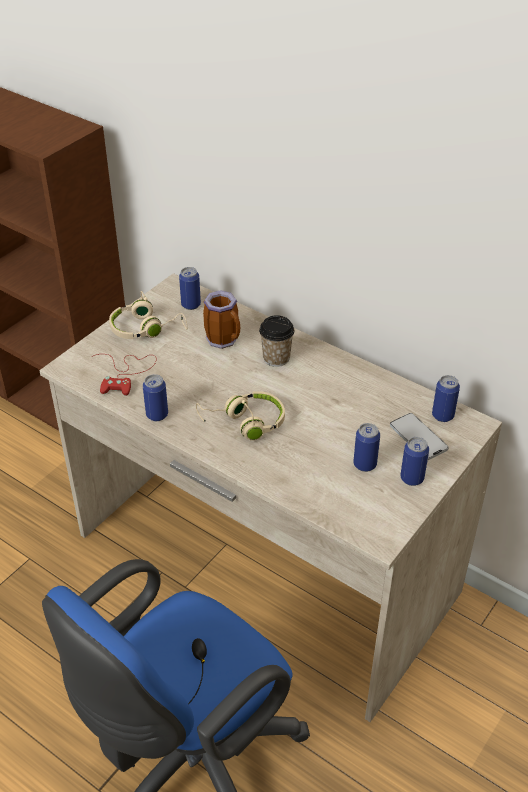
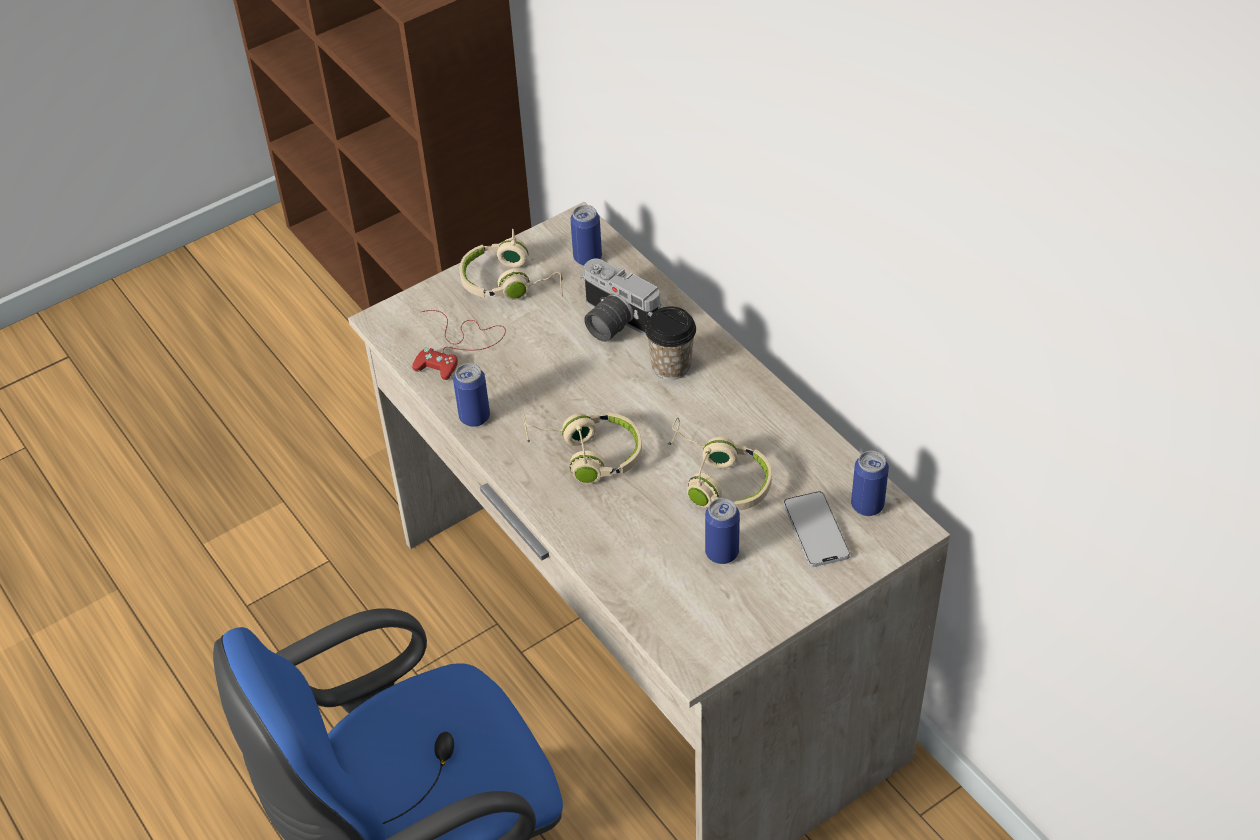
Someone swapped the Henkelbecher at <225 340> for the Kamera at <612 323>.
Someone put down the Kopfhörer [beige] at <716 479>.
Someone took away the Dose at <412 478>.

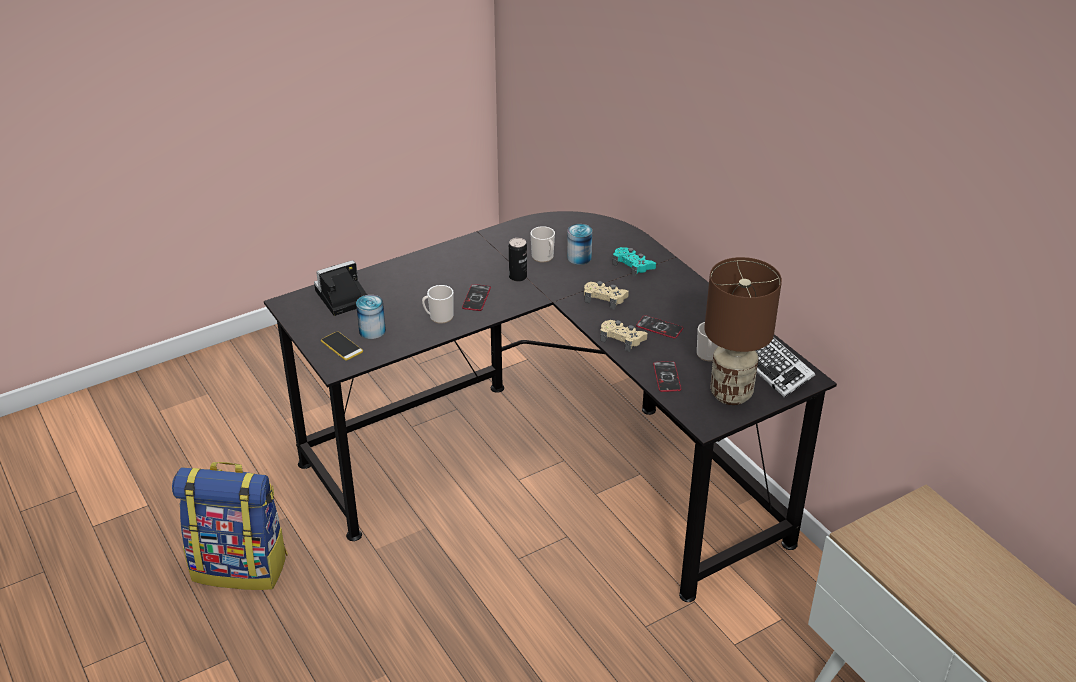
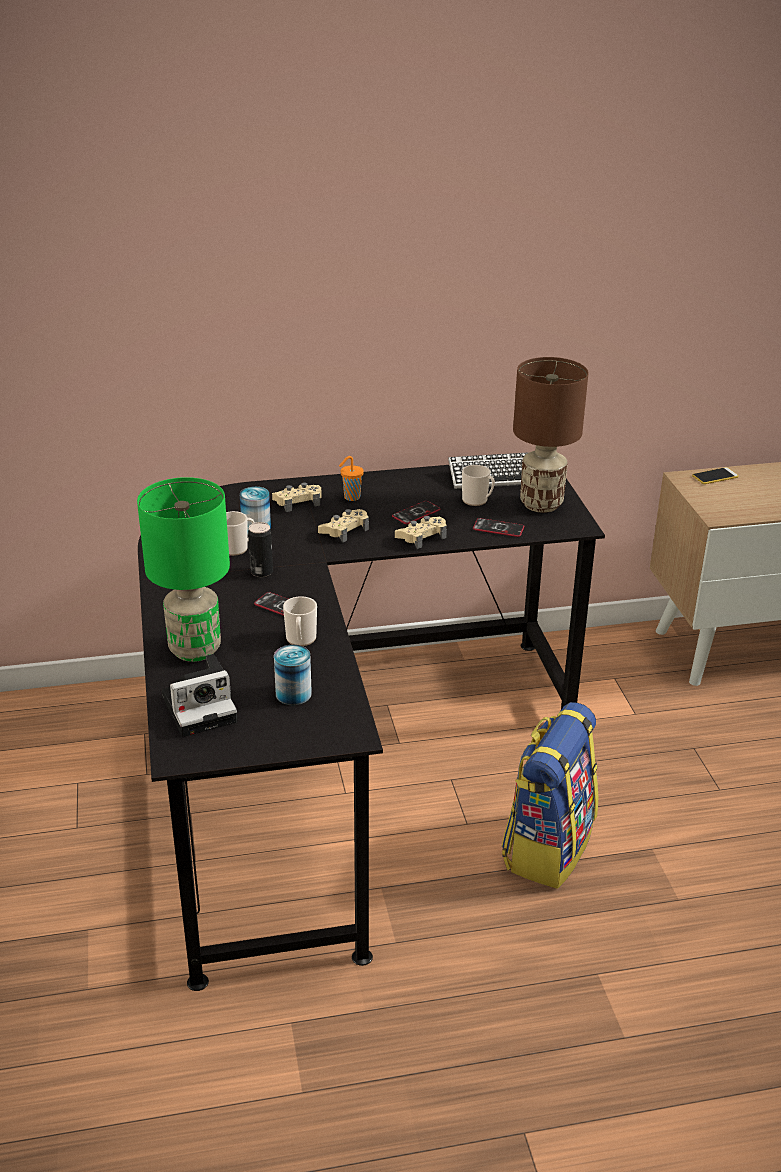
Someone put down the Tischlampe [grün] at <196 649>.
Someone rotated the Kamera at <340 298> by 105 degrees counterclockwise.
Someone repainted the Gamepad [türkis] at <633 266>, which became the Gamepad [beige] at <298 502>.
Someone put down the Tasse [orange] at <351 497>.
Someone carried the Rucksack from <241 566> to <547 846>.
Someone carried the Handy from <341 346> to <715 476>.

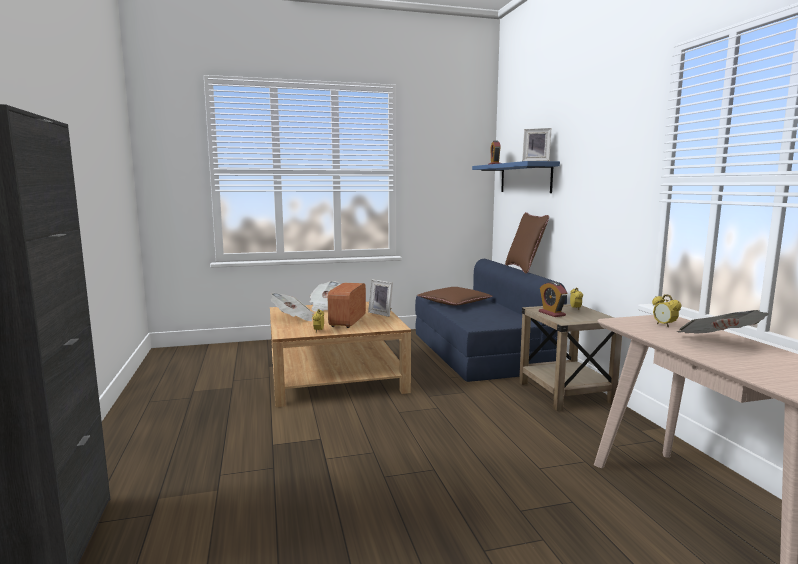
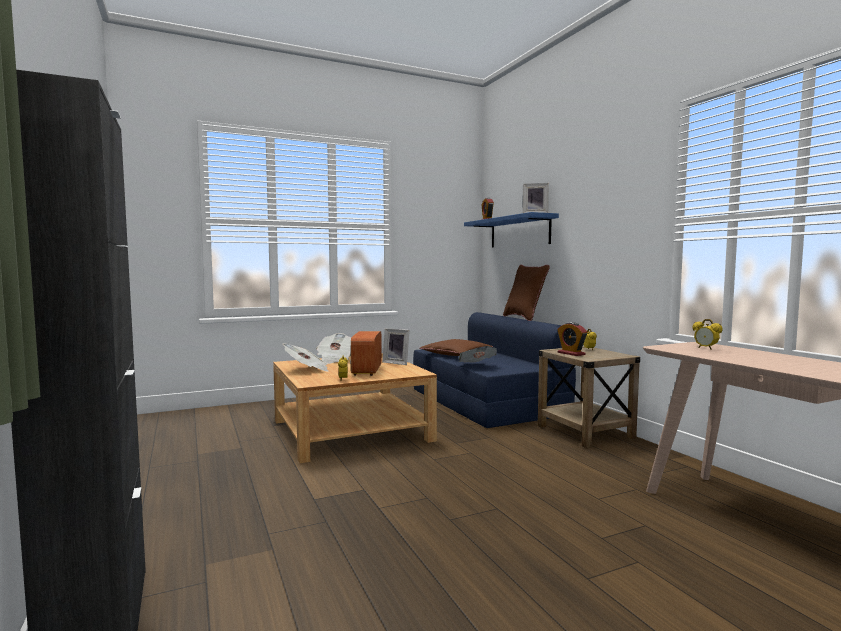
Someone carried the Zeitung from <717 343> to <477 366>.

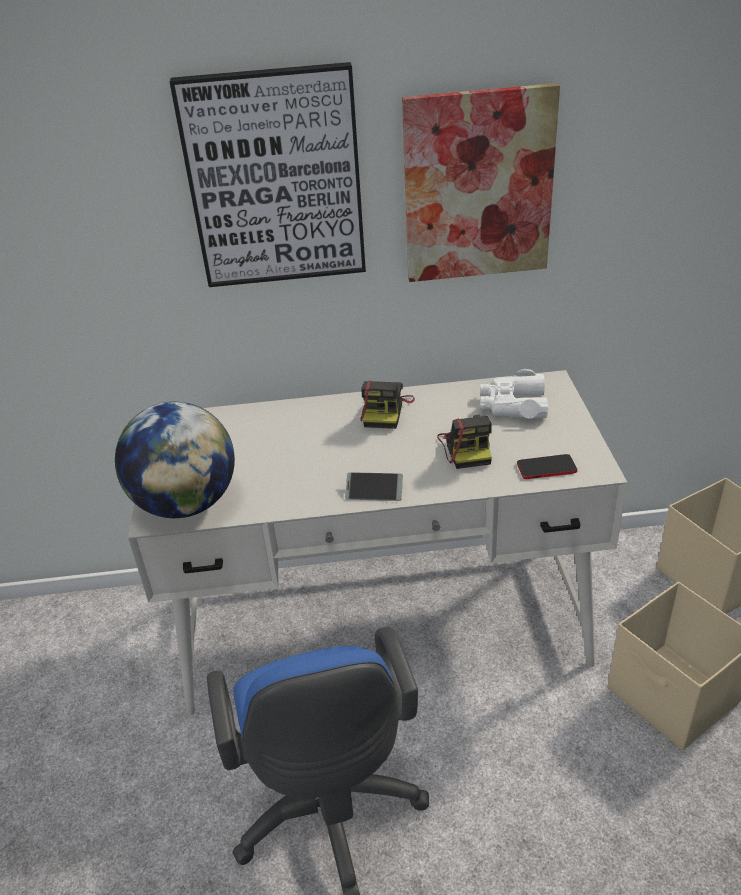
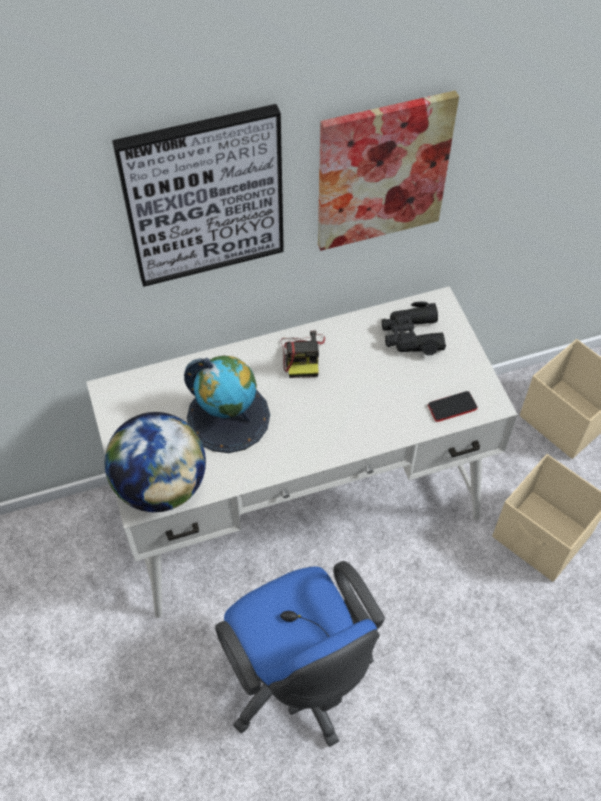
Someone put down the Globus at <228 416>.
Someone repainted the Fernglas [weiß] at <513 404>, which became the Fernglas [schwarz] at <412 335>.
Someone took away the Handy at <374 491>.
Someone took away the Kamera at <467 448>.

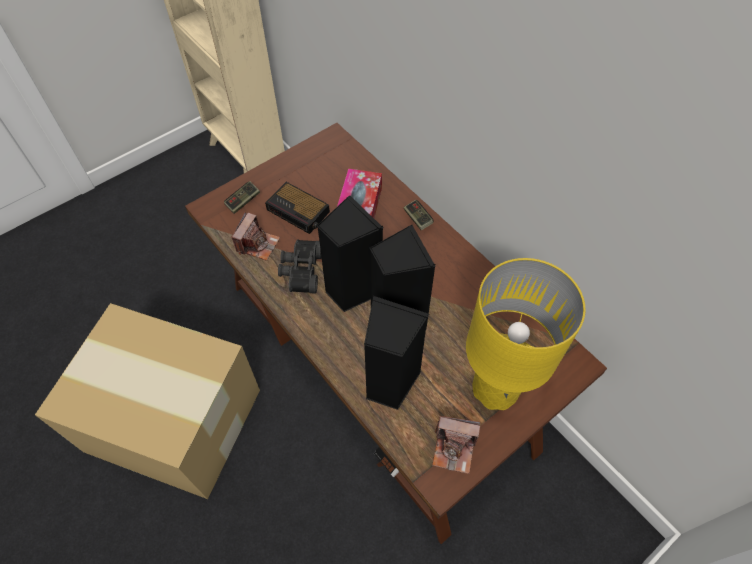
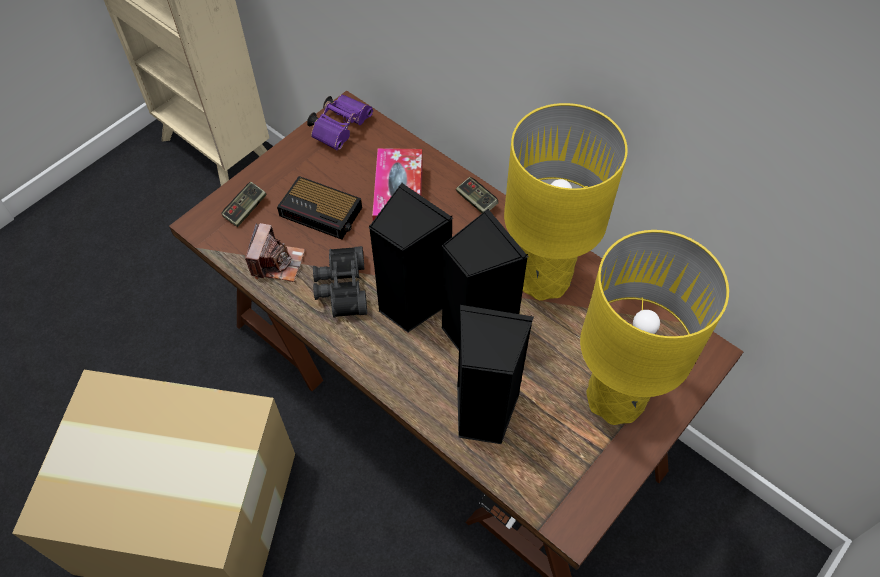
Someone put down the Fernglas [lila] at <341 128>.
Someone put down the Tischlampe [gelb] at <543 279>.
Someone took away the Kamera at <454 449>.

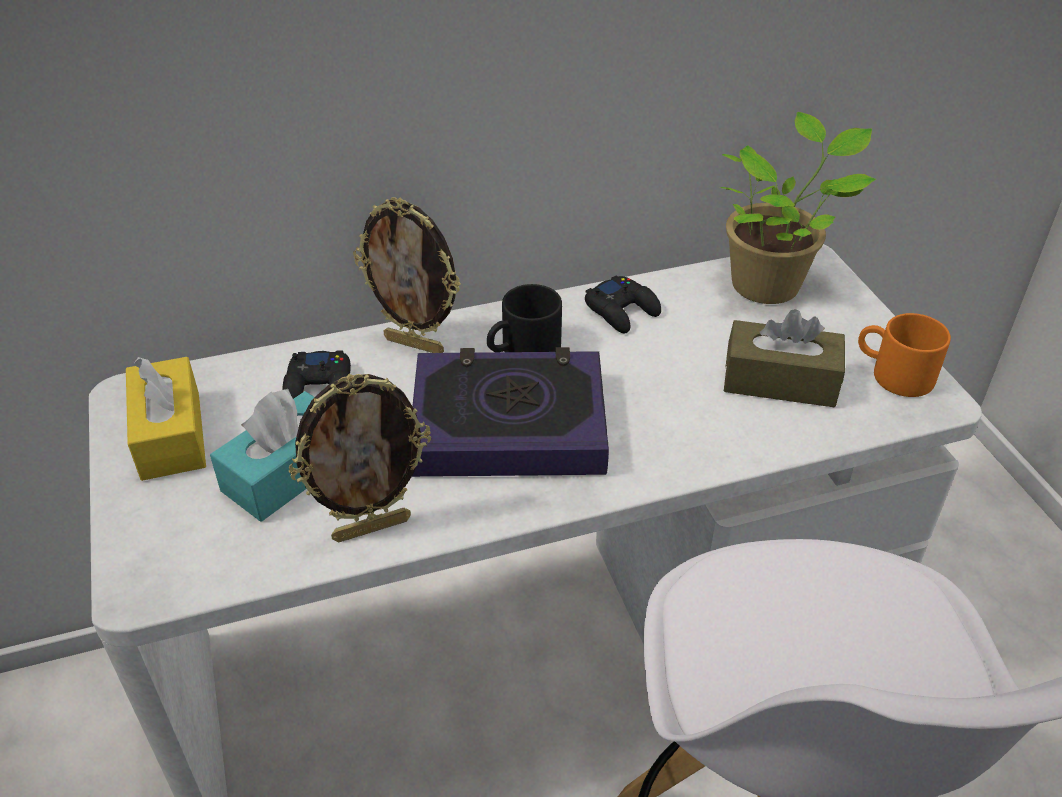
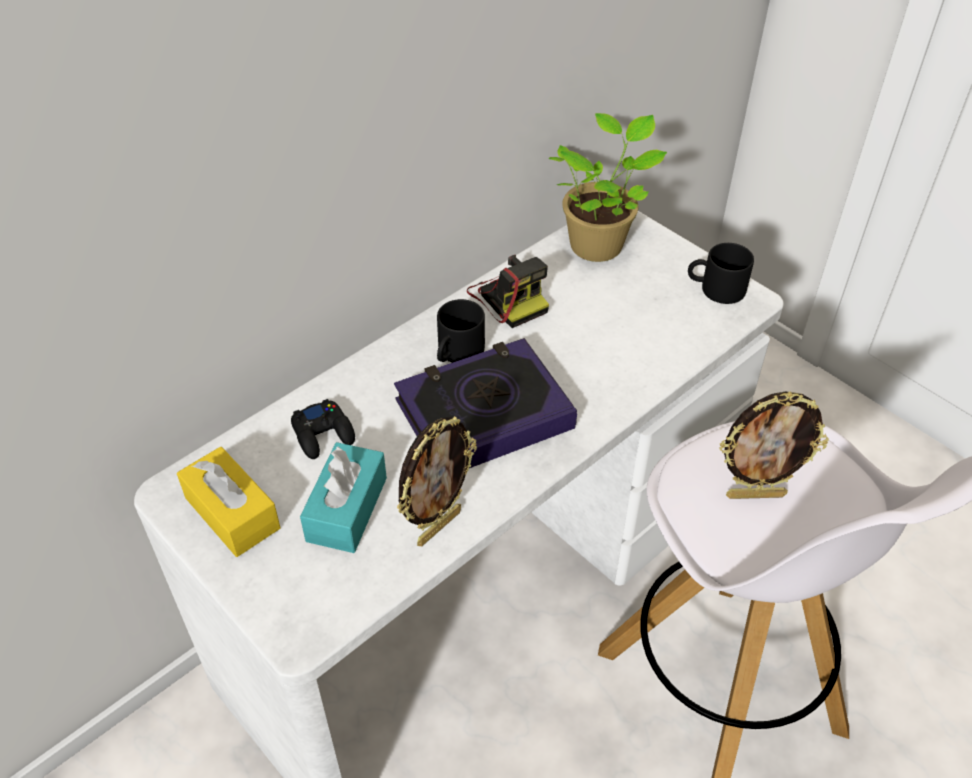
Someone swapped the Gamepad [schwarz] at <622 311> for the Kamera at <508 298>.
Someone repainted the Henkelbecher [orange] at <892 374>, which became the Henkelbecher [schwarz] at <715 289>.
Someone carried the Bilderrahmen from <415 344> to <755 494>.
Someone took away the Taschentuchbox [braun] at <780 381>.

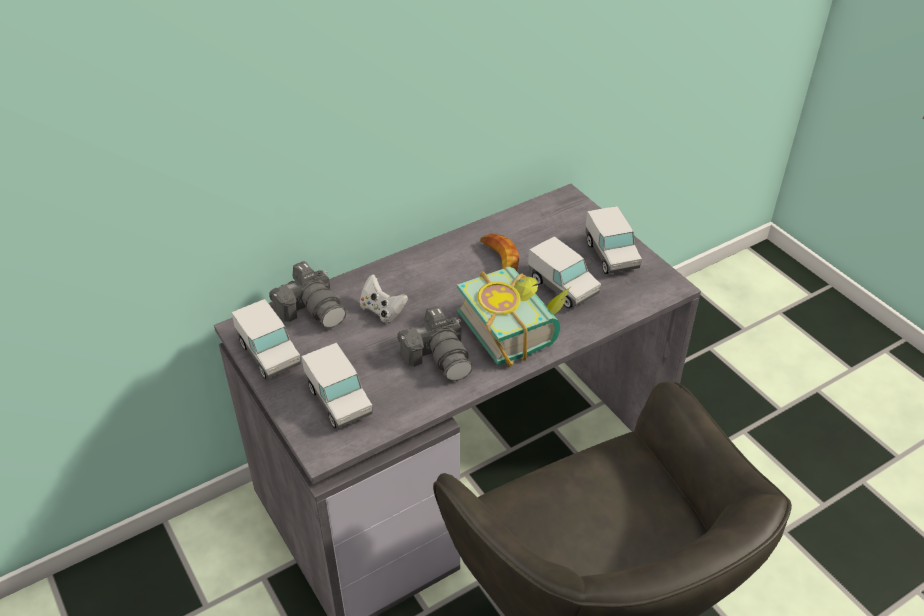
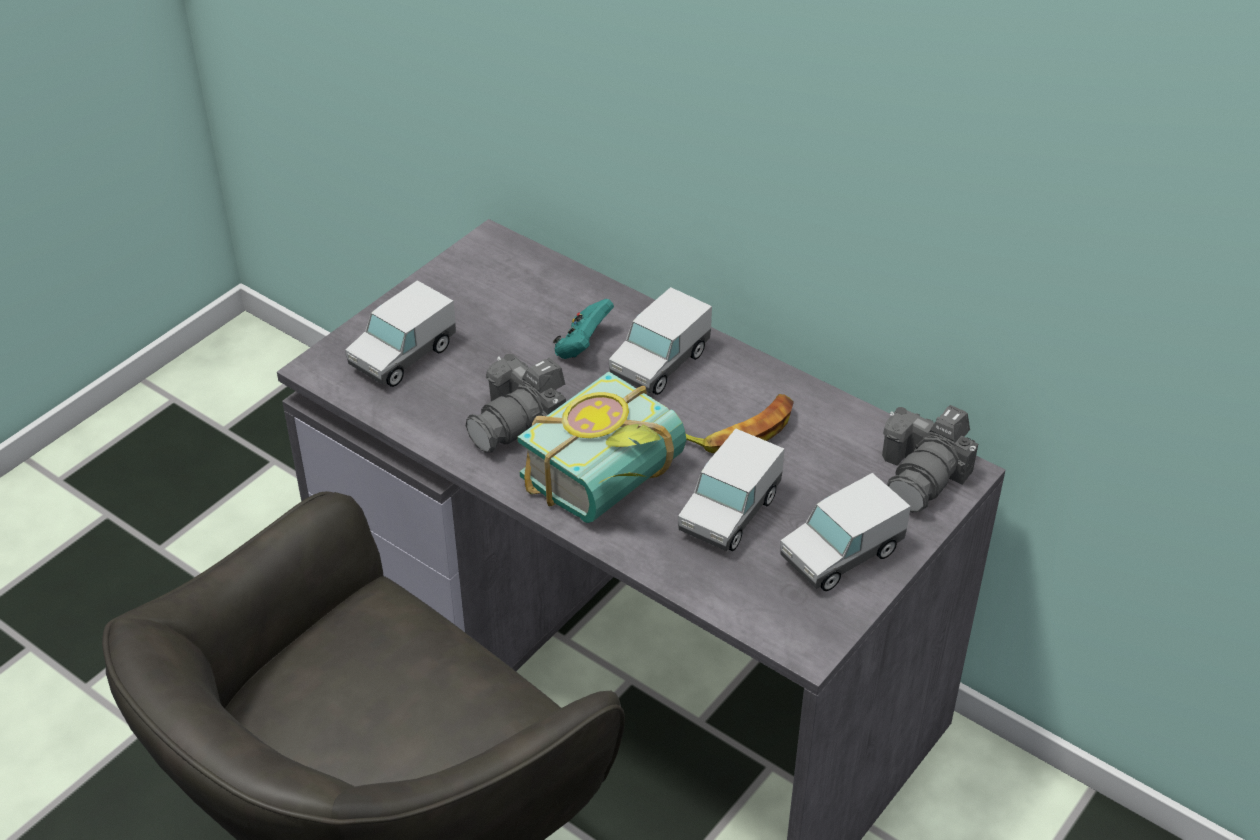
Someone repainted the Gamepad [weiß] at <382 311>, which became the Gamepad [türkis] at <582 346>.
Someone carried the Spielzeuglaster from <269 354> to <660 364>.
Someone carried the Kamera from <312 309> to <923 475>.

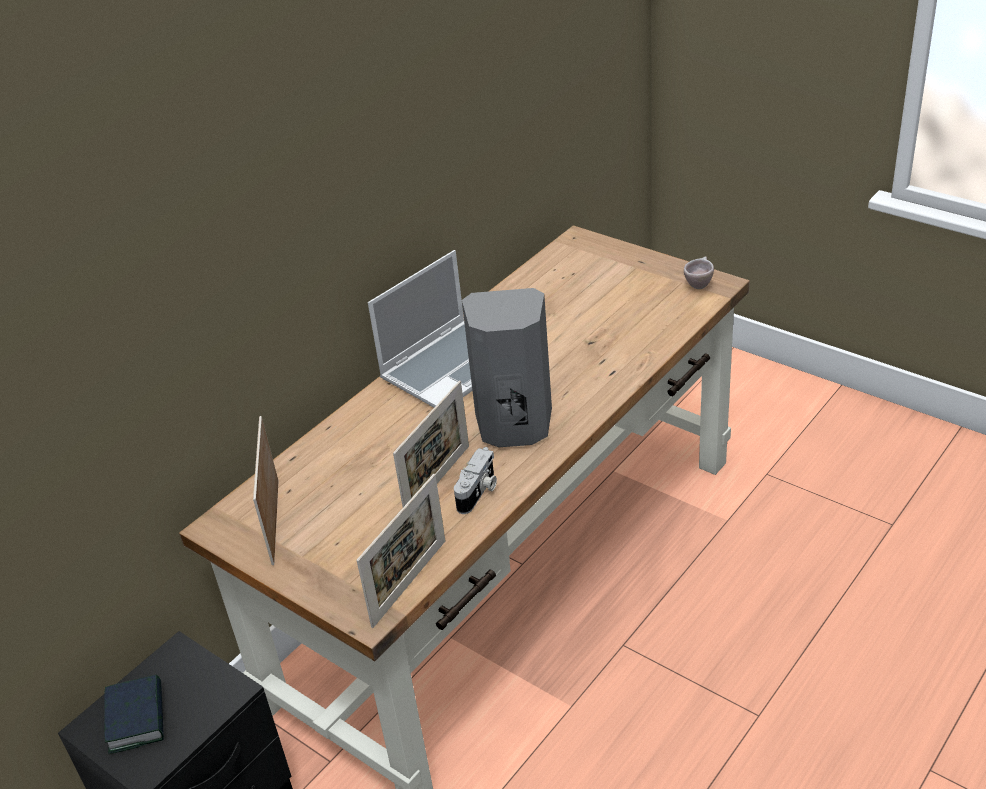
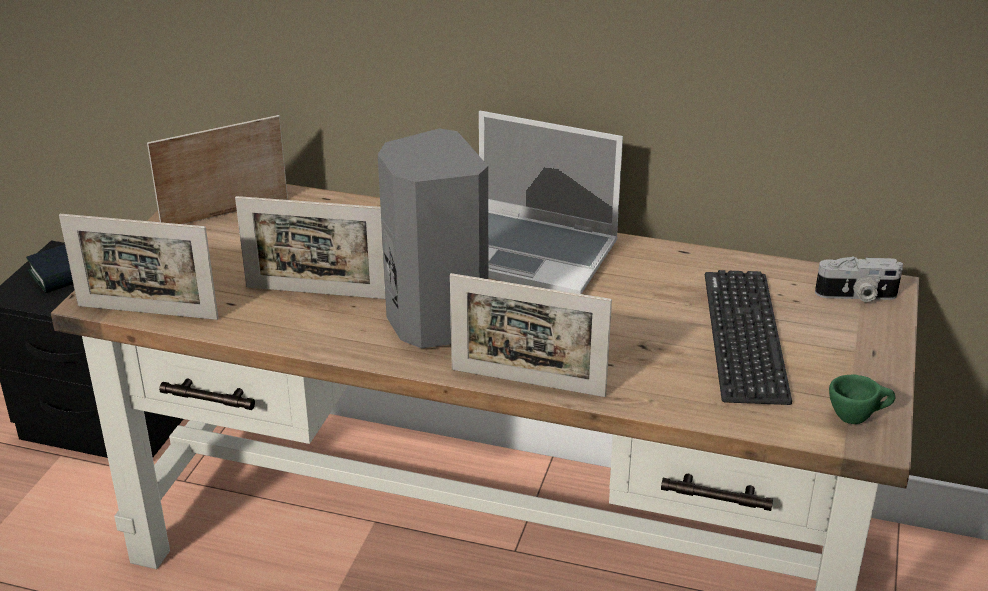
Someone put down the Bilderrahmen at <527 382>.
Someone put down the Tastatur at <744 336>.
Someone carried the Kamera from <478 492> to <856 296>.
Someone repainted the Tasse [beige] at <699 284>, which became the Tasse [grün] at <857 418>.

